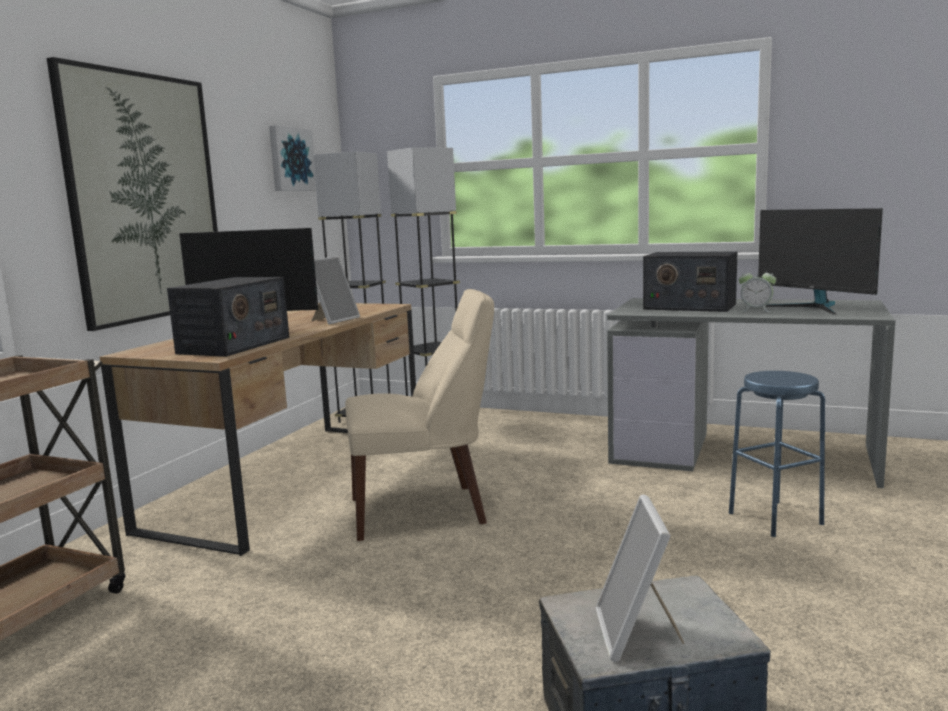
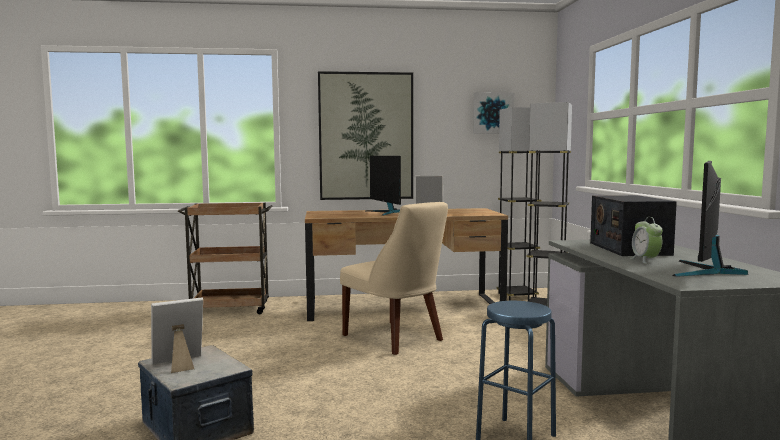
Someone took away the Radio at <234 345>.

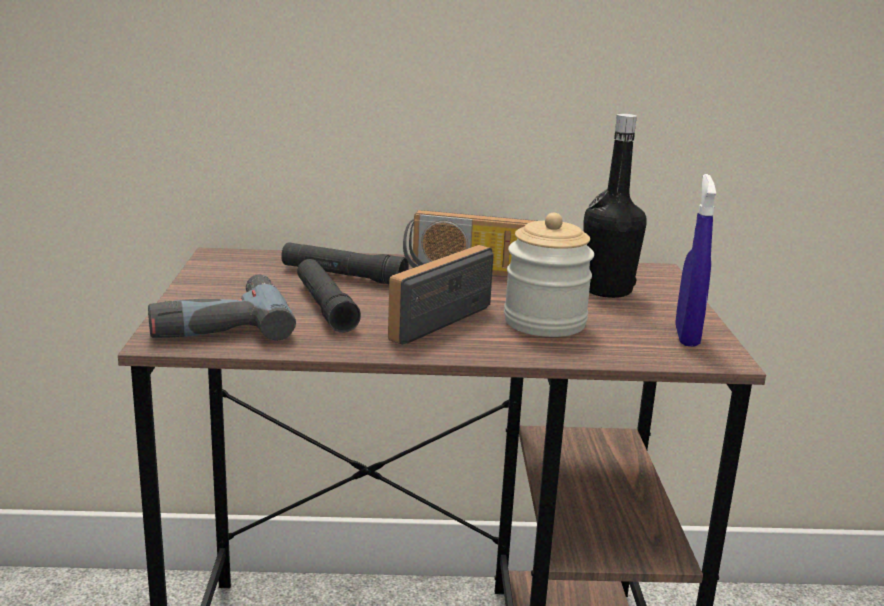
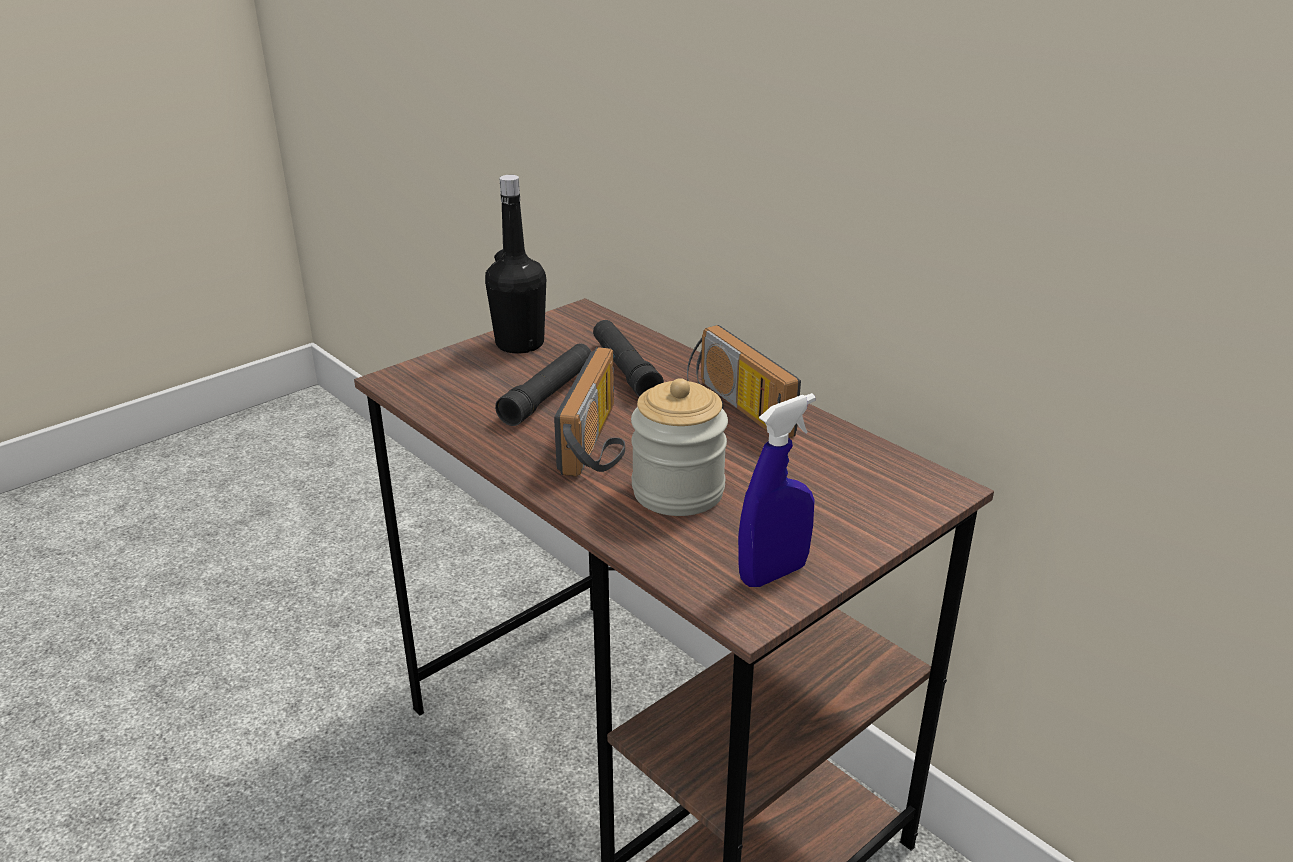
Someone carried the Flasche [schwarz] from <607 290> to <520 344>.
Someone rotated the Radio at <433 317> by 105 degrees clockwise.
Someone took away the Bohrmaschine at <219 323>.

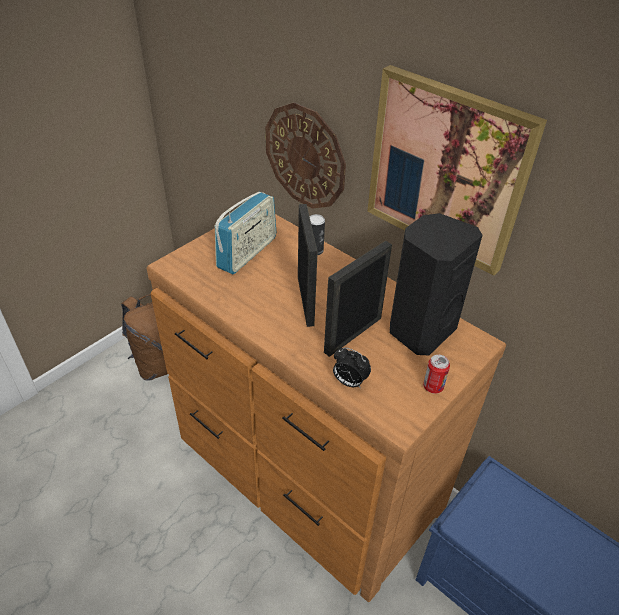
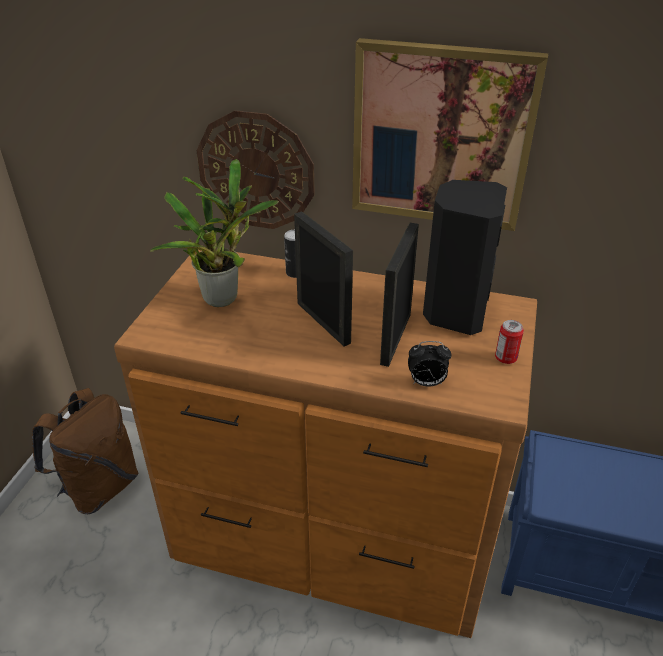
Someone swapped the Radio at <247 253> for the Topfpflanze at <224 296>.

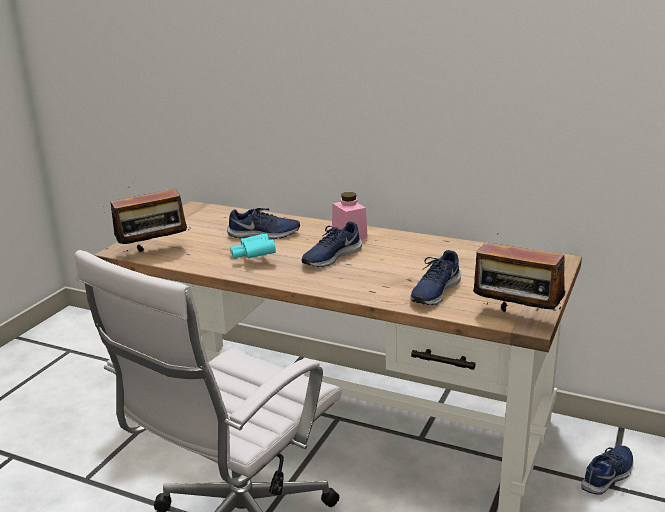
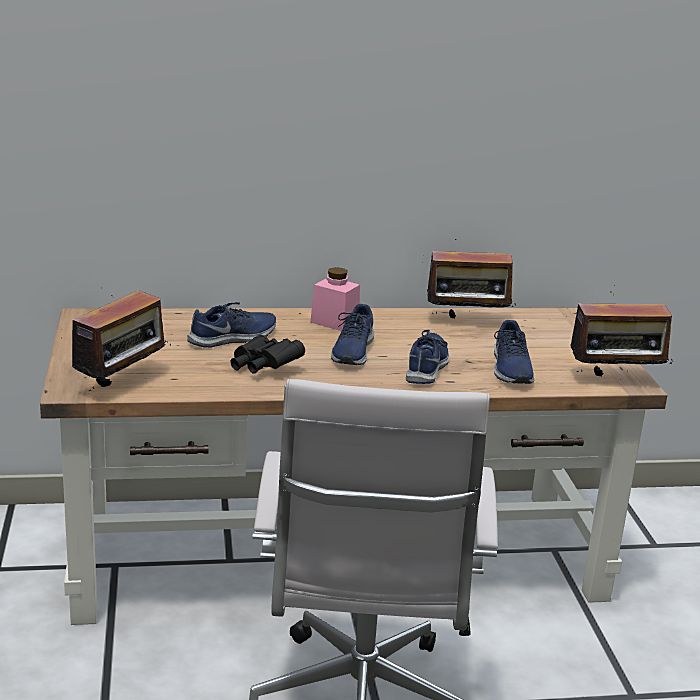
Someone repainted the Fernglas [türkis] at <253 257>, which became the Fernglas [schwarz] at <263 367>.
Someone carried the Schuh [blau] from <608 475> to <427 367>.
Someone put down the Radio at <467 322>.

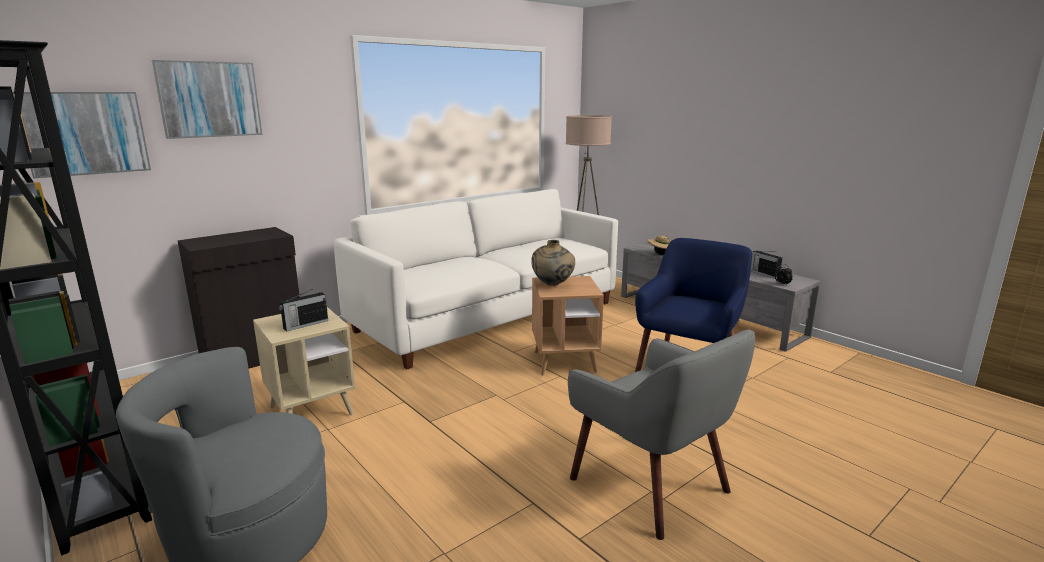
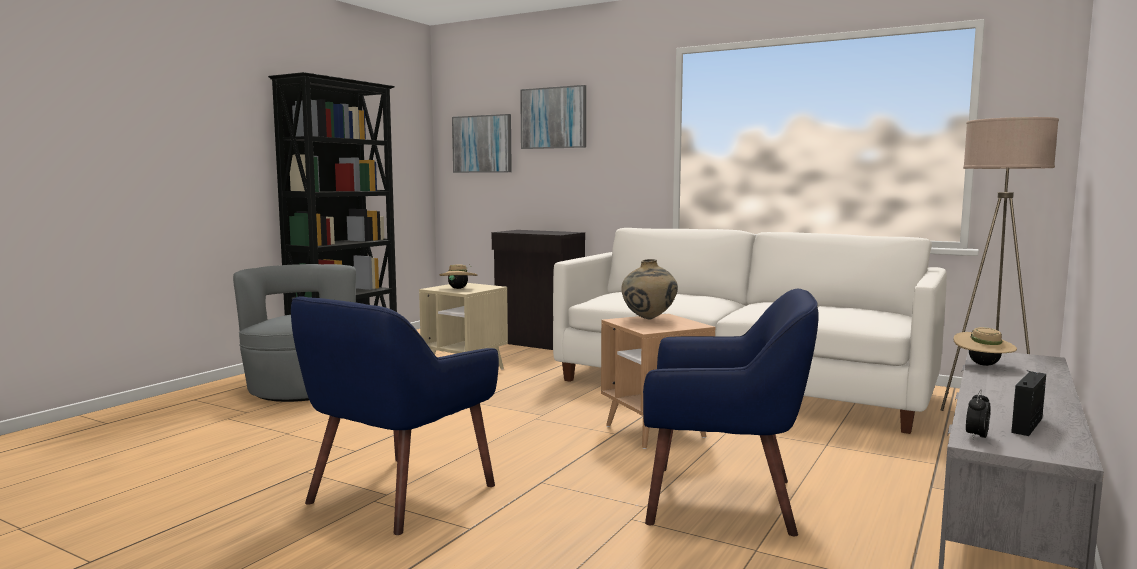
Someone repainted the Sessel [grau] at <652 484>, which became the Sessel [blau] at <398 494>.
Someone swapped the Radio at <305 325> for the Hut [beige] at <458 288>.

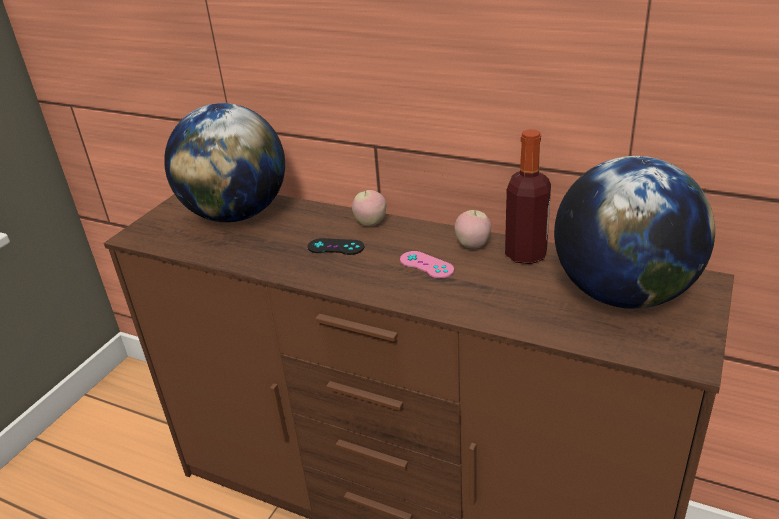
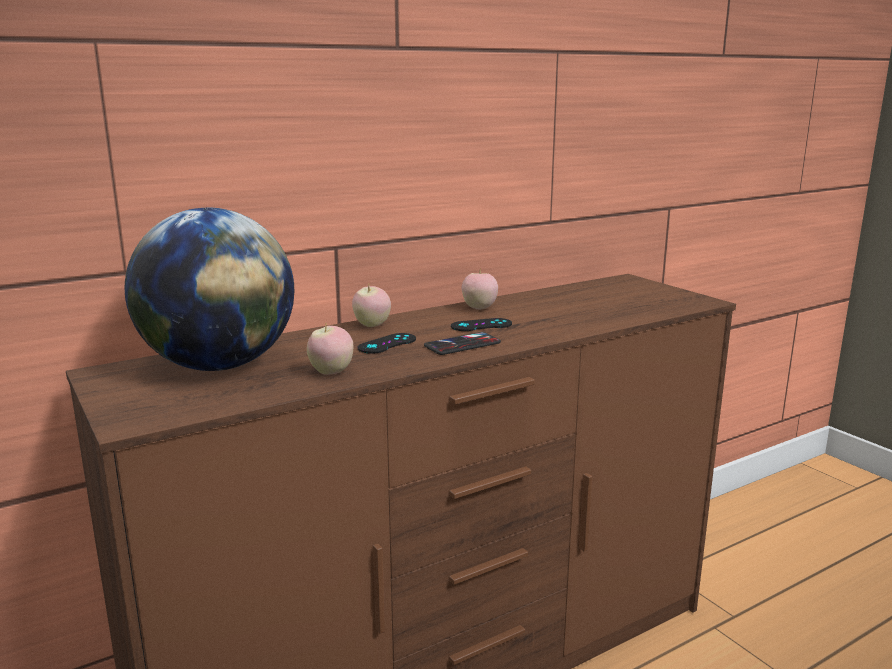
Someone put down the Apfel at <331 372>.
Someone put down the Handy at <462 344>.
Someone repainted the Gamepad [rosa] at <426 265>, which became the Gamepad [schwarz] at <481 325>.
Someone took away the Flasche at <525 254>.
Someone took away the Globus at <623 294>.

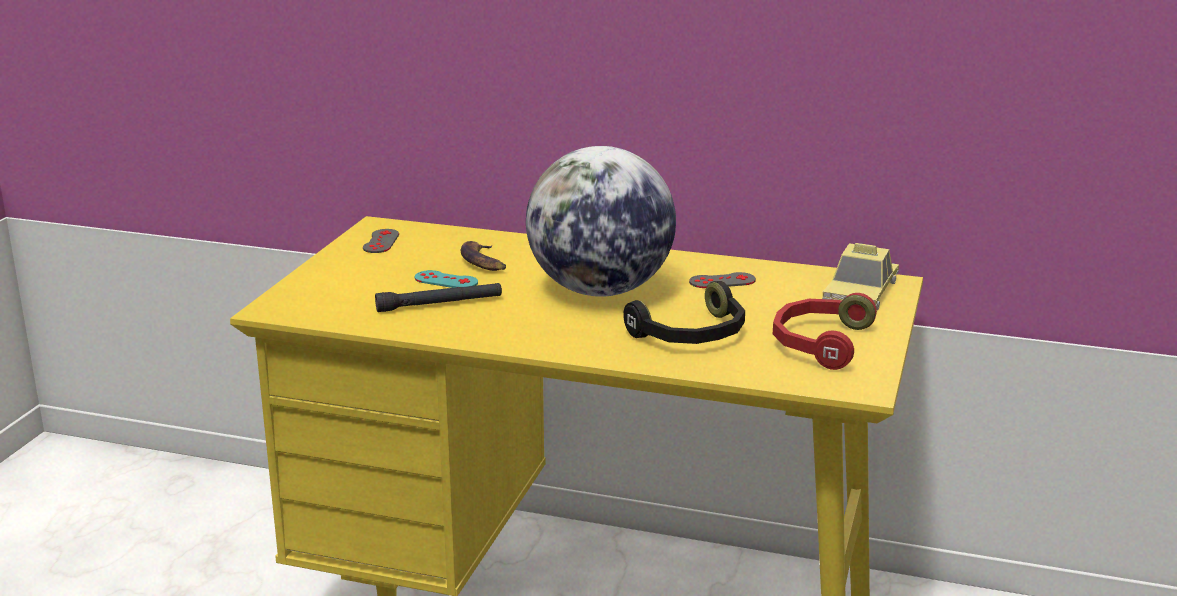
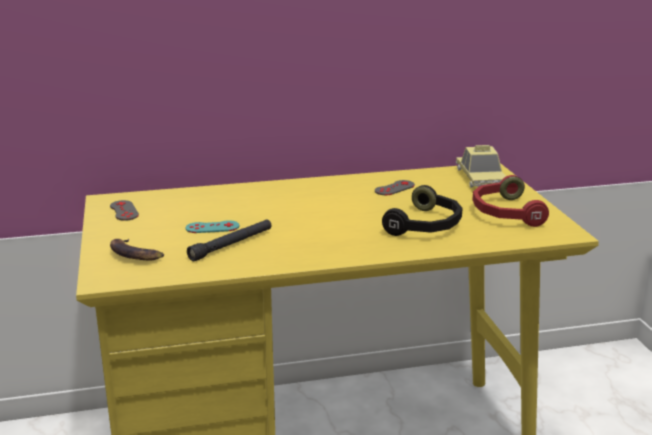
Someone carried the Banane from <483 262> to <135 254>.
Someone took away the Globus at <600 290>.

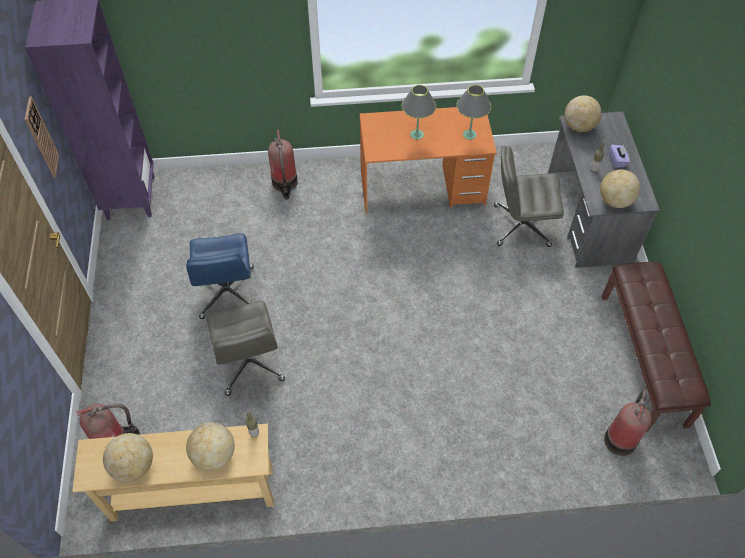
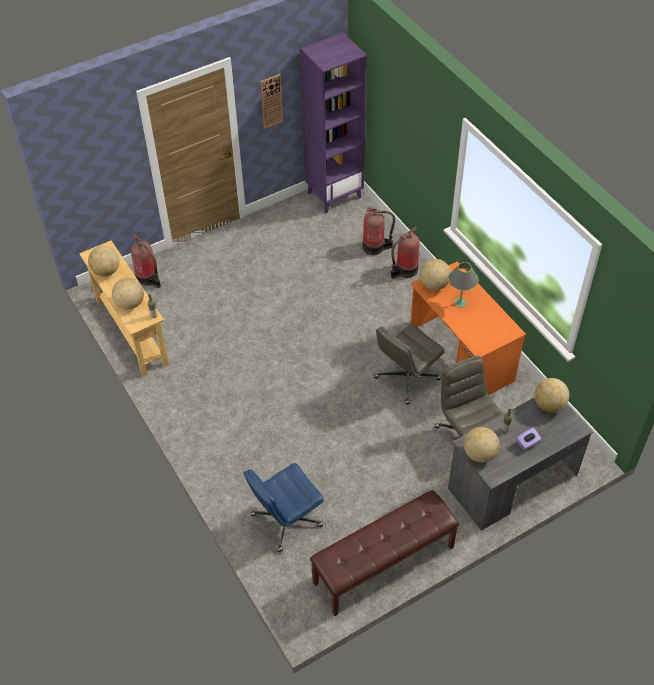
Someone carried the Bürostuhl [blau] from <227 293> to <286 521>.
Someone carried the Feuerlöscher from <620 438> to <375 247>.
Someone carried the Bürostuhl [grau] from <250 364> to <406 379>.
Someone put down the Globus at <434 284>.
Someone took away the Tischlampe [grau] at <469 135>.

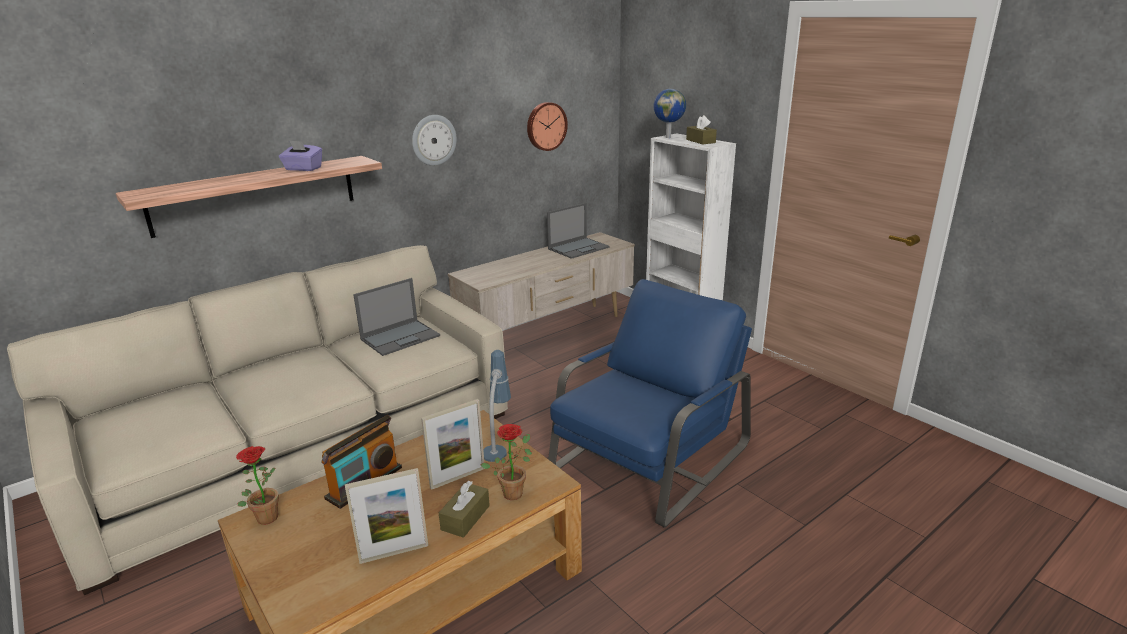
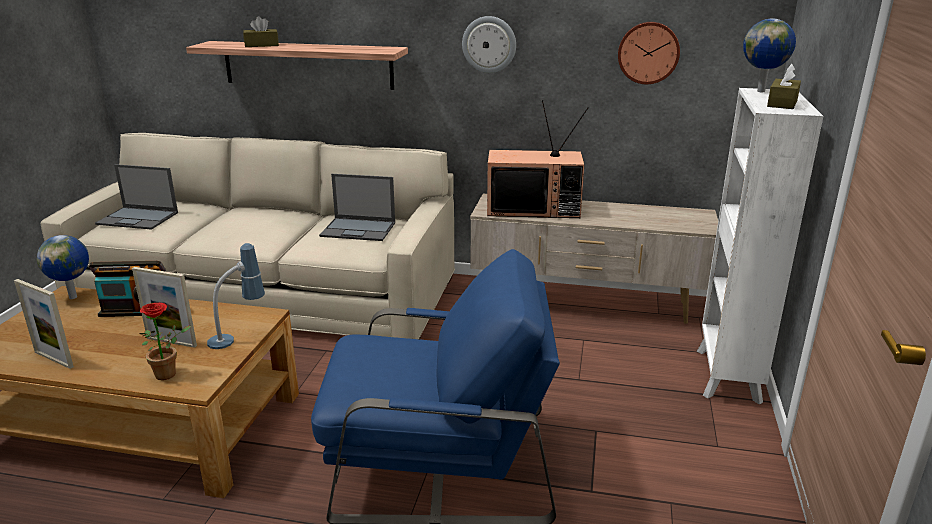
Someone swapped the Topfpflanze at <264 516> for the Globus at <74 297>.
Someone carried the Laptop from <579 248> to <138 218>.
Someone carried the Taschentuchbox [braun] from <465 518> to <261 45>.
Someone put down the Fernseher at <534 208>.
Someone took away the Taschentuchbox [lila] at <303 169>.

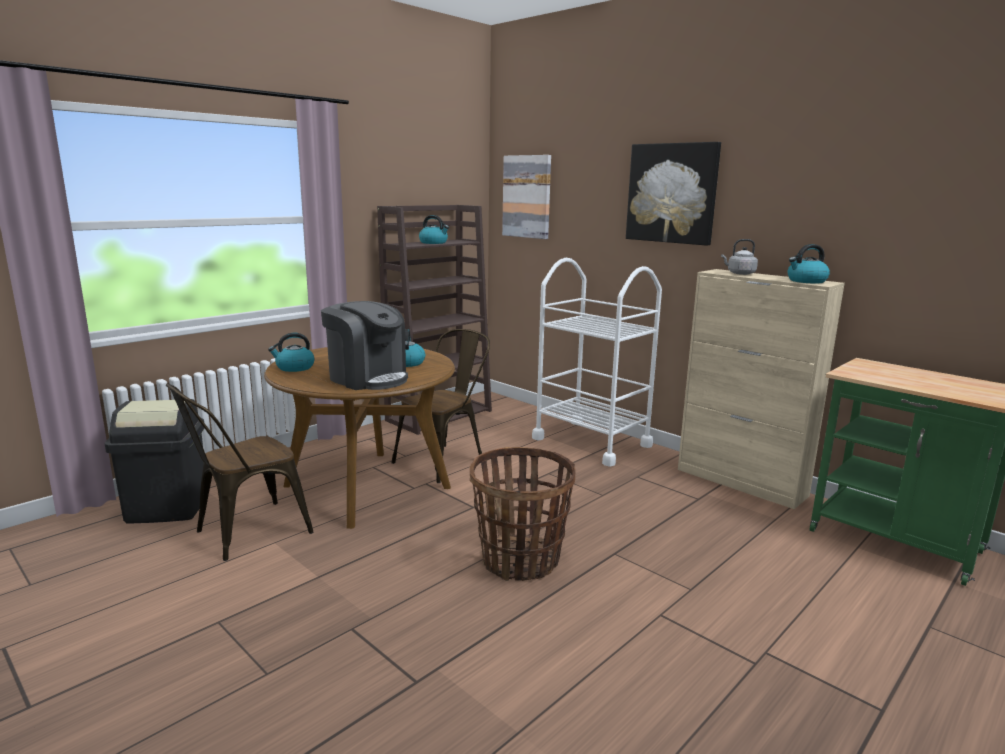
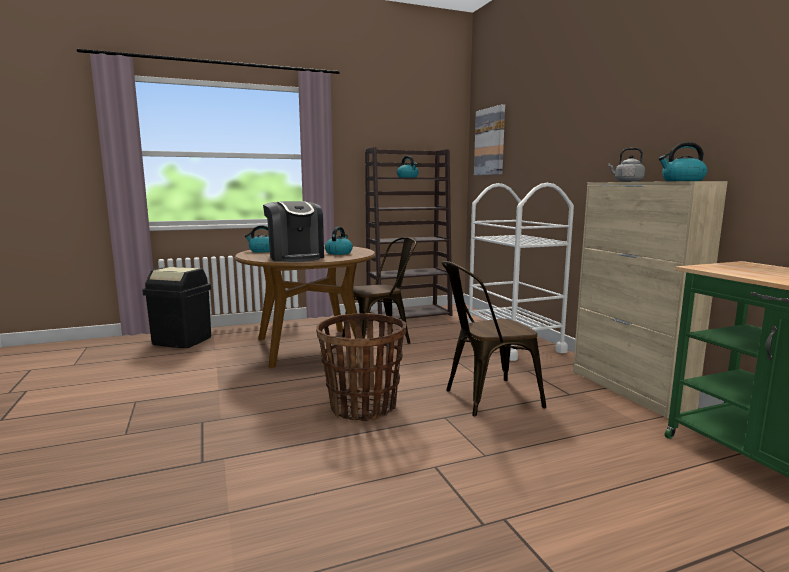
Someone carried the Stuhl [braun] from <244 533> to <485 398>.
Someone took away the Bild at <672 193>.

